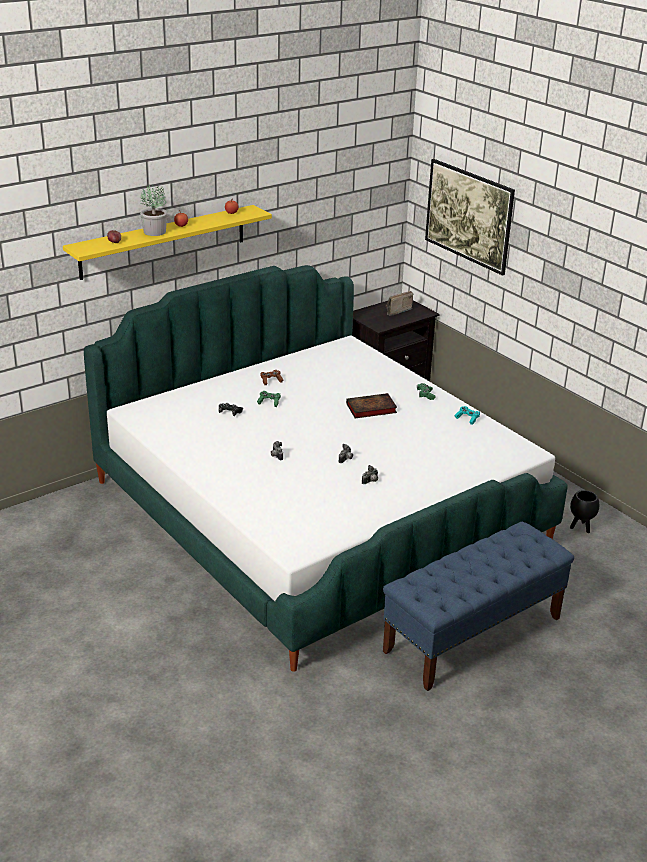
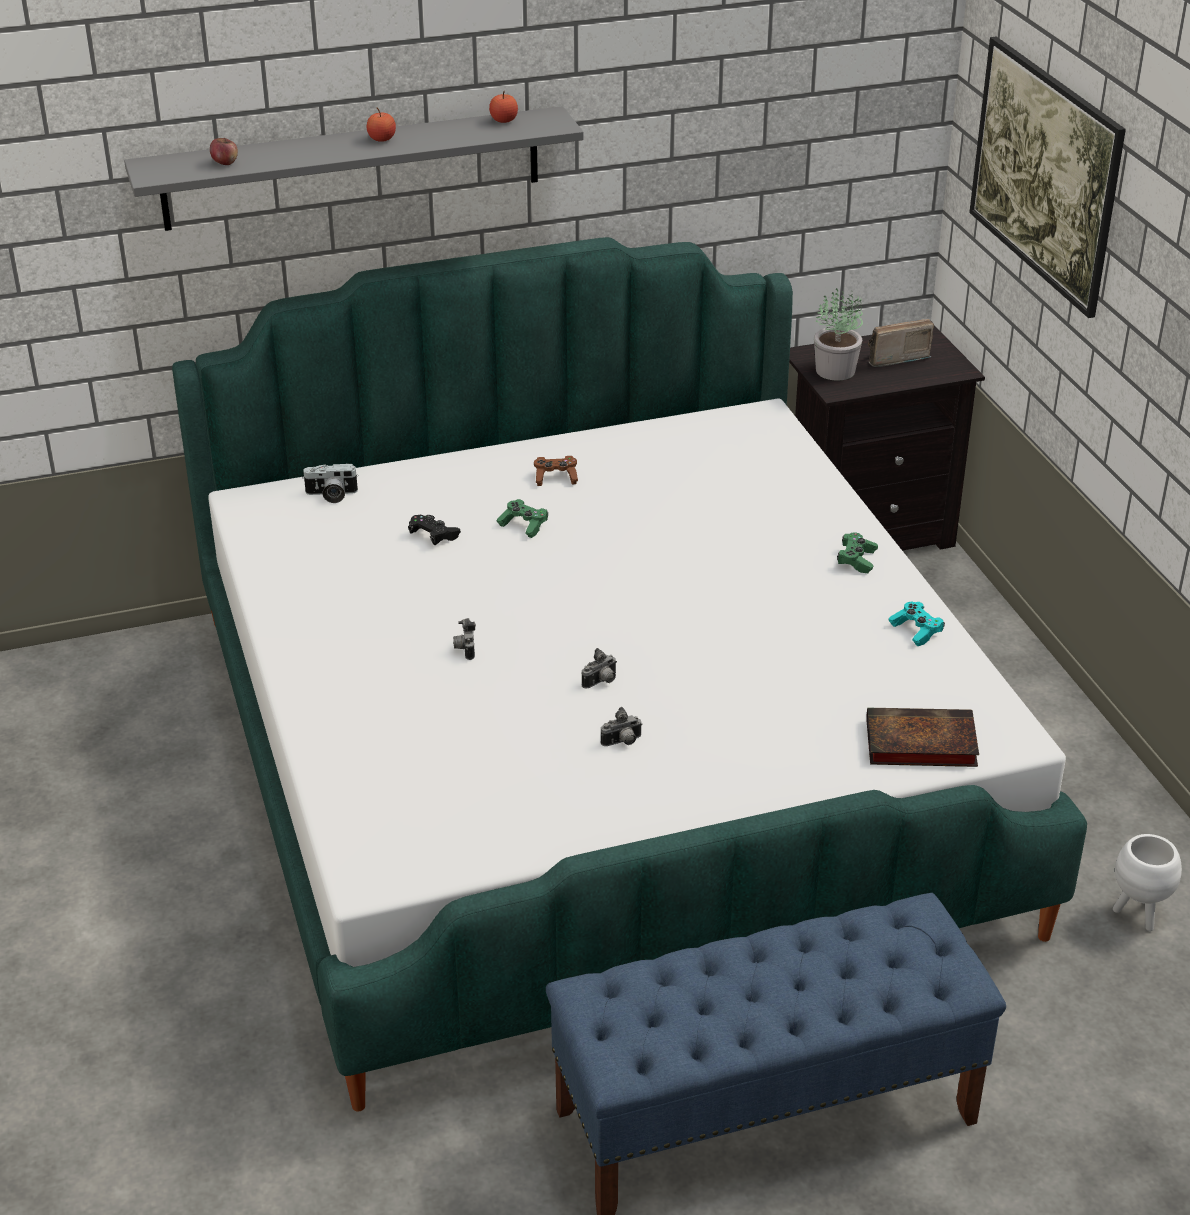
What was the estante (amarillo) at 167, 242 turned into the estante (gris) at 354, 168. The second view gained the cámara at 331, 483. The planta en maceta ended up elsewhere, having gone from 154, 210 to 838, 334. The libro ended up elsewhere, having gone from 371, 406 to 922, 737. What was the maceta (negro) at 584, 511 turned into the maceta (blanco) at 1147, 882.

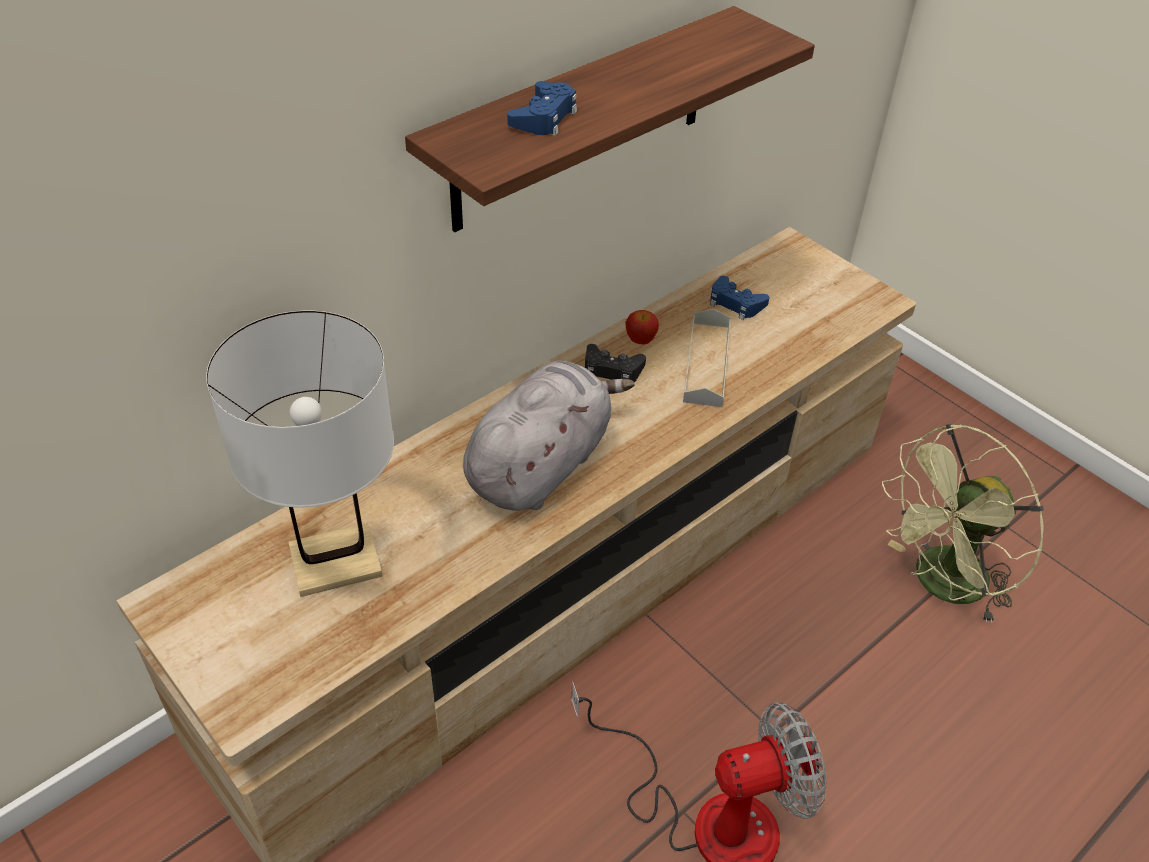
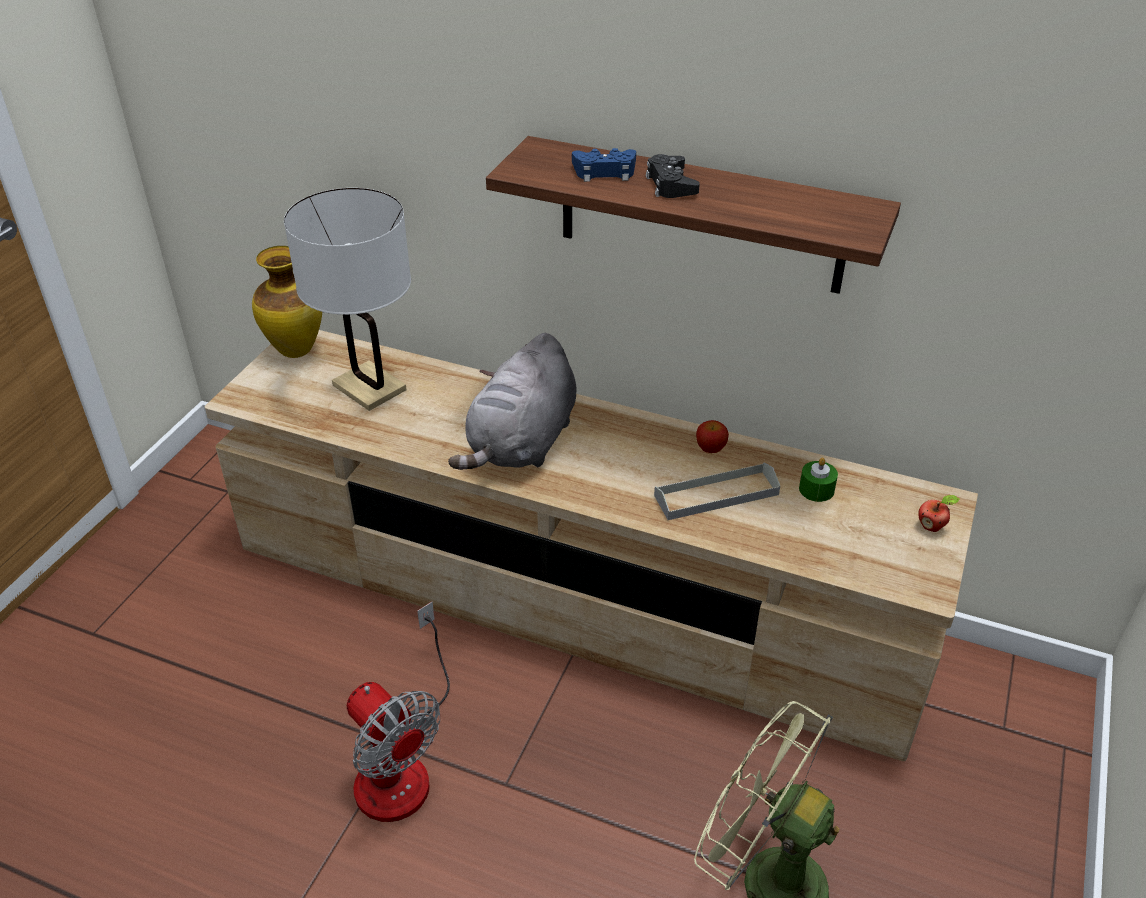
The second view gained the florero at 287, 302. The peluche (gris) at 549, 436 ended up facing another way, 105 degrees clockwise from before. The mando de consola (negro) ended up elsewhere, having gone from 615, 363 to 673, 176. Where the mando de consola (azul) stood at 739, 298, the vela (verde) came to stand at 818, 479. The second view gained the manzana at 939, 513.

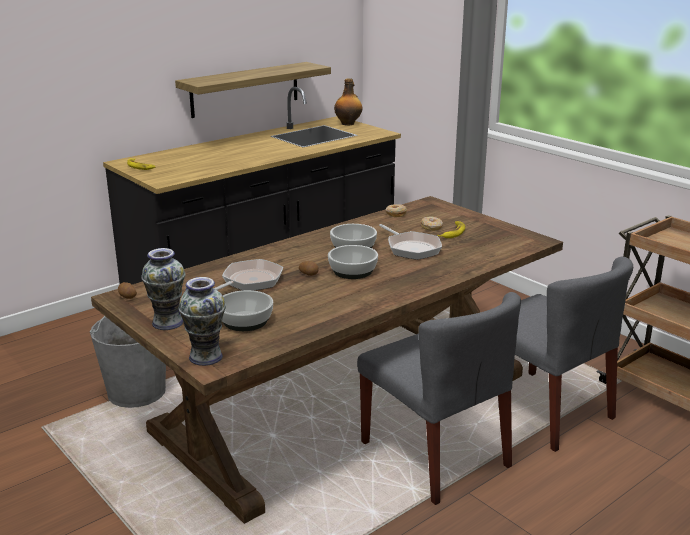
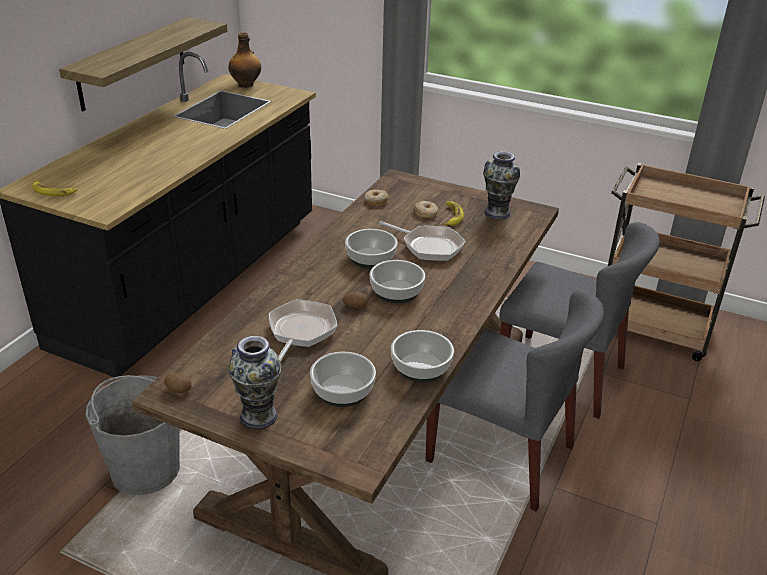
The second view gained the cuenco at 422, 356. The florero ended up elsewhere, having gone from 202, 321 to 501, 185.

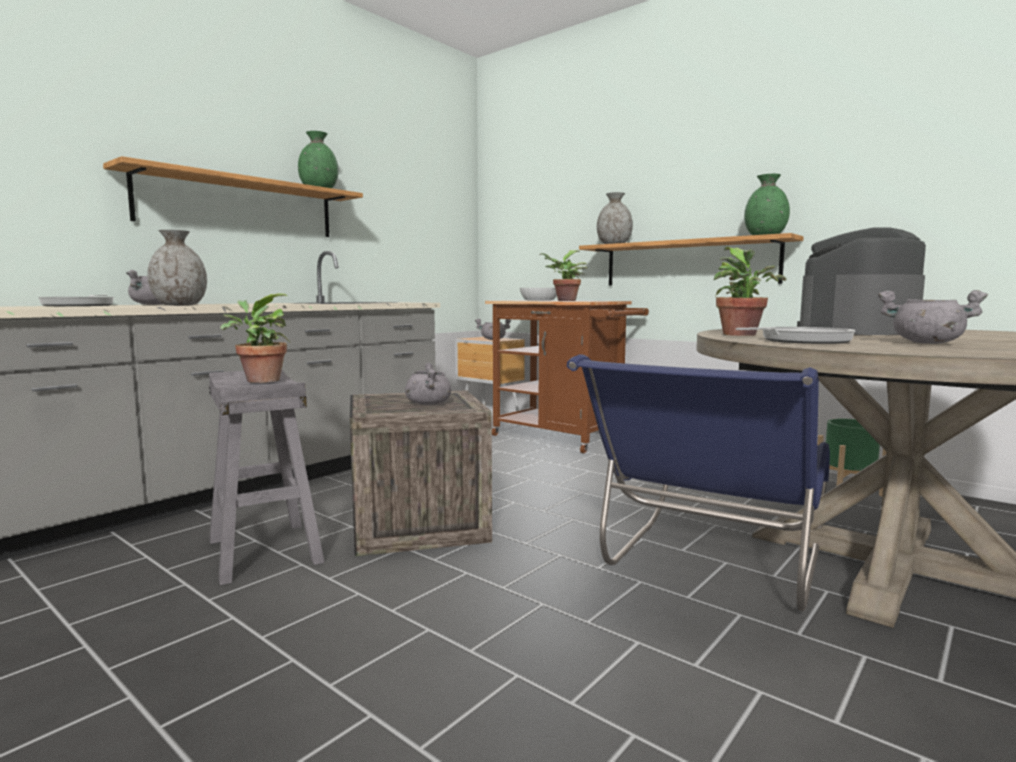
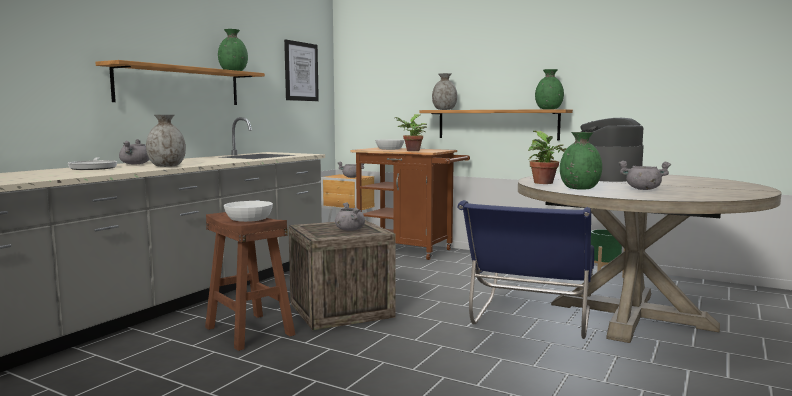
What was the taburete (gris) at 267, 477 turned into the taburete (marrón) at 250, 281. Where the planta en maceta stood at 255, 338, the cuenco (blanco) came to stand at 248, 211. The second view gained the cuadro at 301, 70. Where the sartén stood at 795, 335, the florero (verde) came to stand at 581, 161.

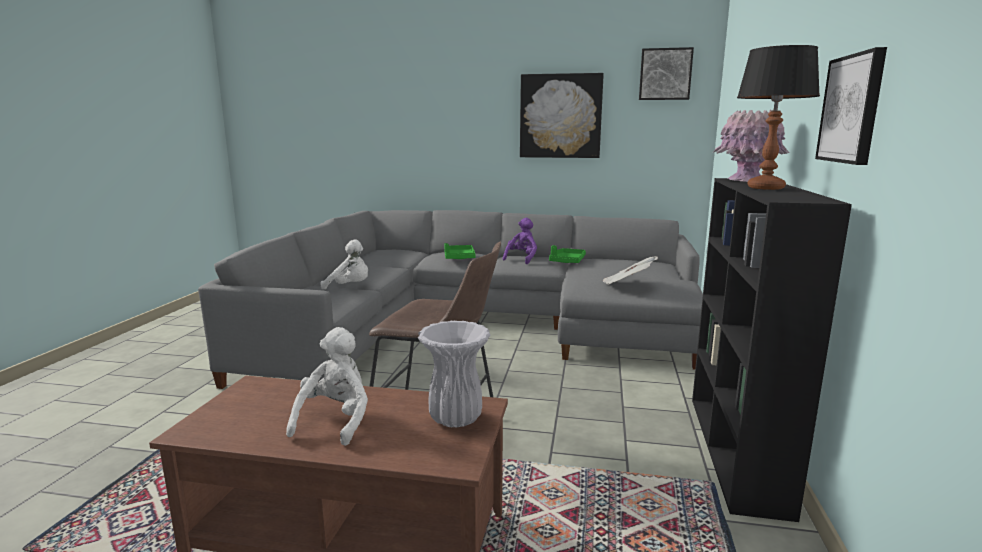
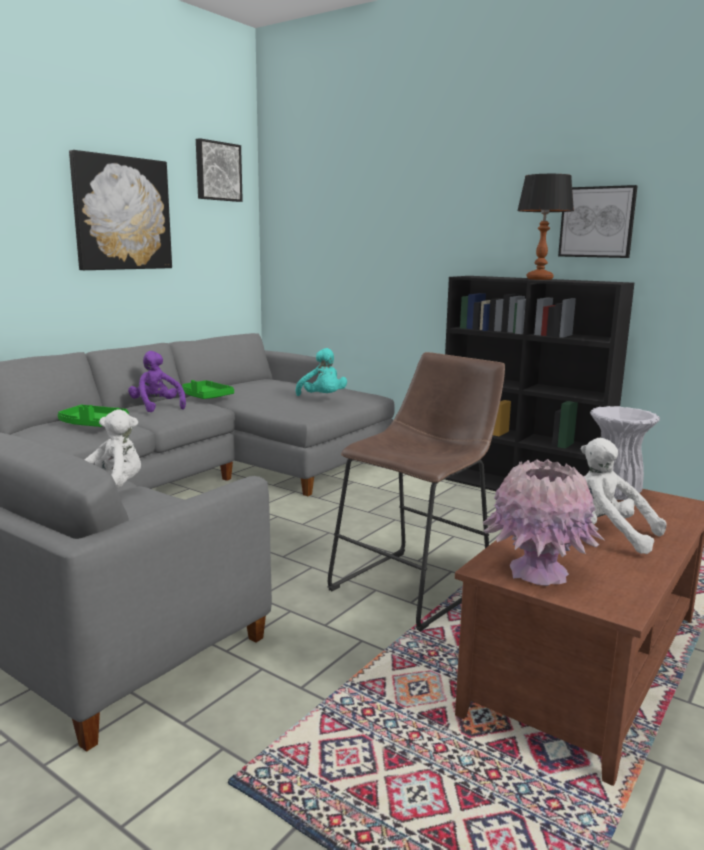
Where the periódico stood at 630, 270, the peluche (turquesa) came to stand at 321, 372. The florero (rosa) ended up elsewhere, having gone from 751, 146 to 543, 522.

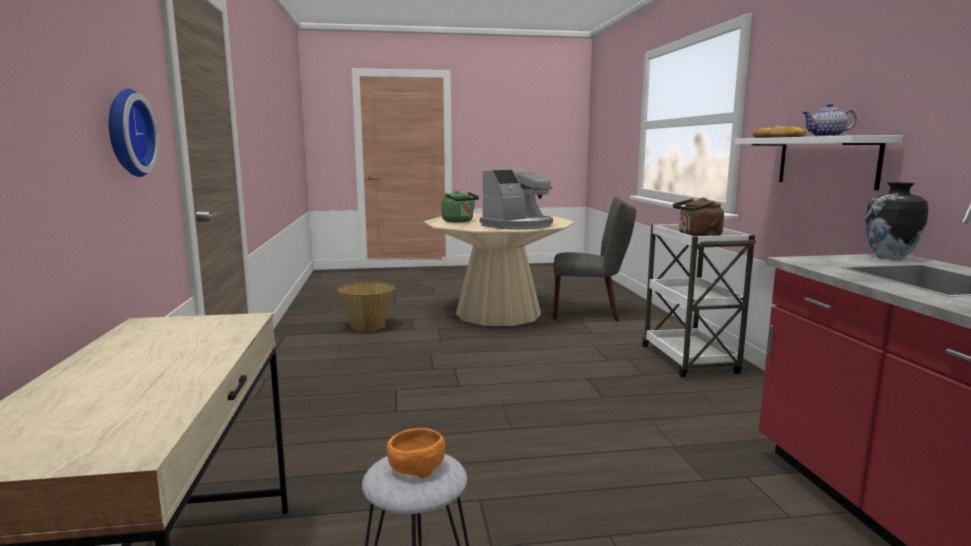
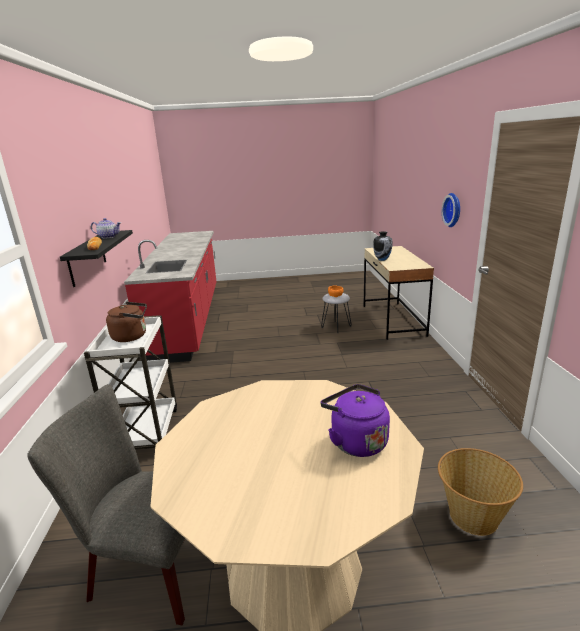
What was the estante (blanco) at 819, 162 turned into the estante (negro) at 96, 258. What was the hervidor (verde) at 460, 206 turned into the hervidor (morado) at 355, 420. The florero ended up elsewhere, having gone from 897, 221 to 383, 246. The second view lost the cafetera at 516, 199.

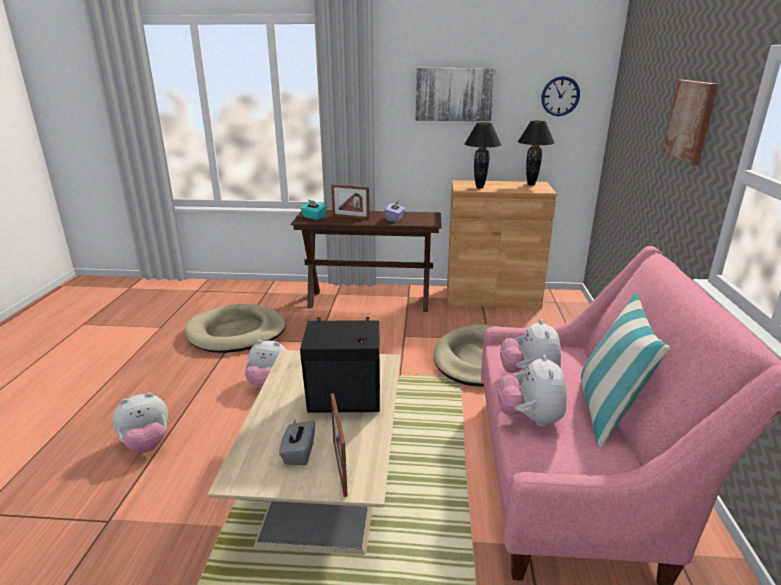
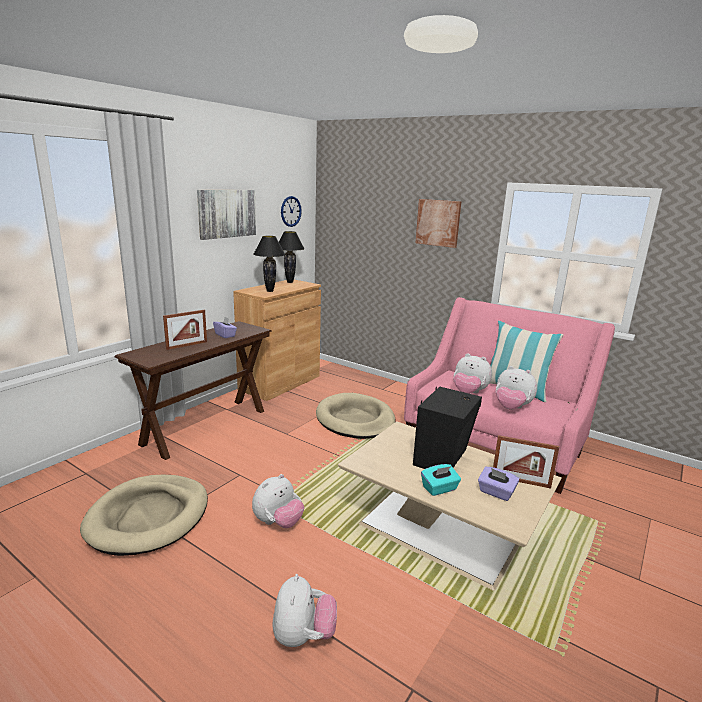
The caja de pañuelos (turquesa) ended up elsewhere, having gone from 314, 210 to 441, 480. What was the caja de pañuelos (gris) at 297, 442 turned into the caja de pañuelos (morado) at 498, 484.

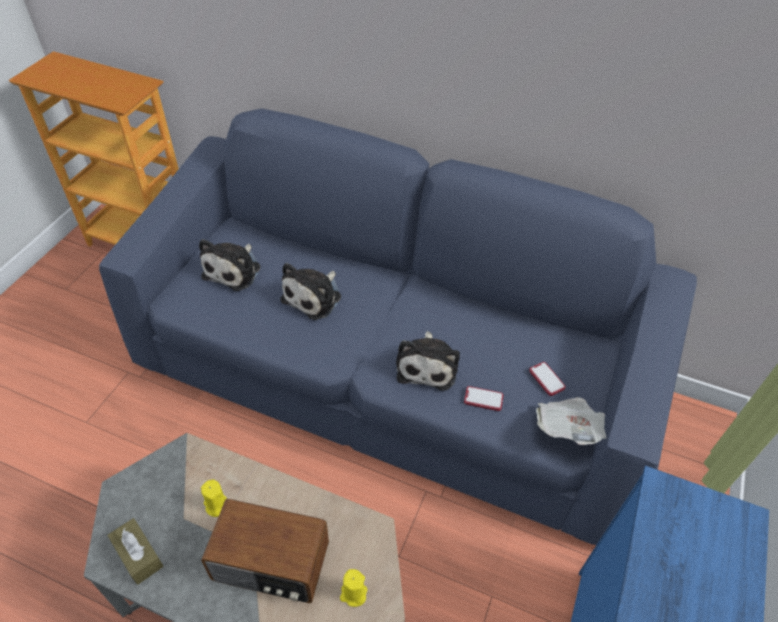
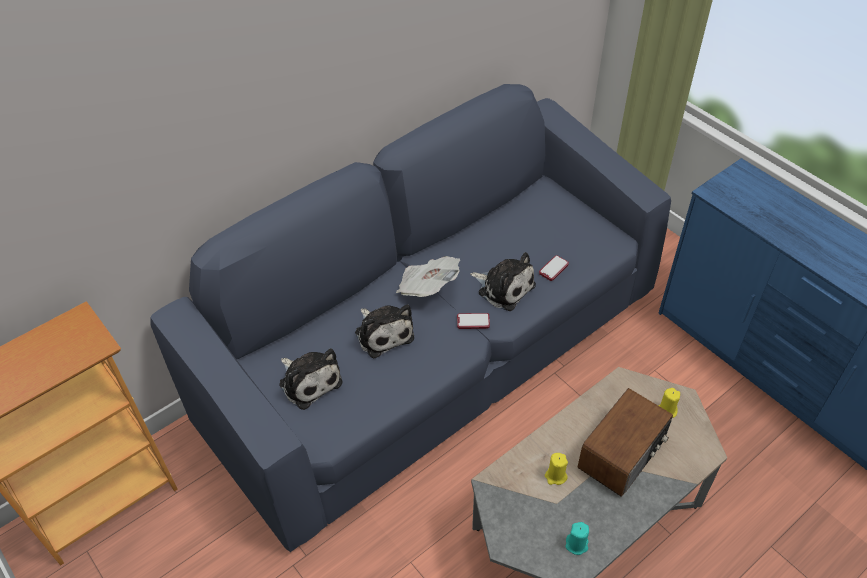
The periódico ended up elsewhere, having gone from 571, 421 to 428, 276. The móvil ended up elsewhere, having gone from 547, 379 to 473, 321. Where the caja de pañuelos (marrón) stood at 135, 551, the vela (turquesa) came to stand at 577, 538.

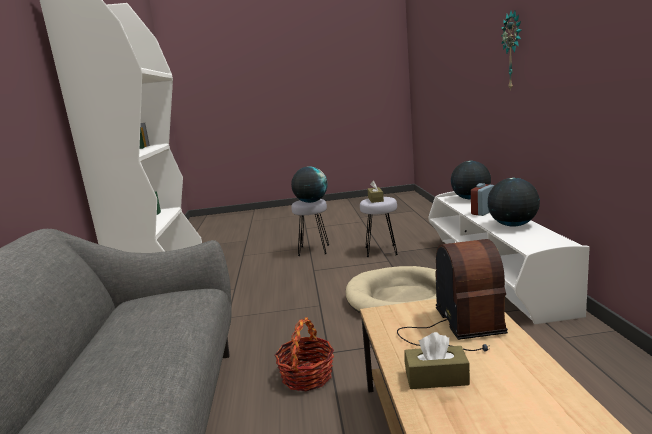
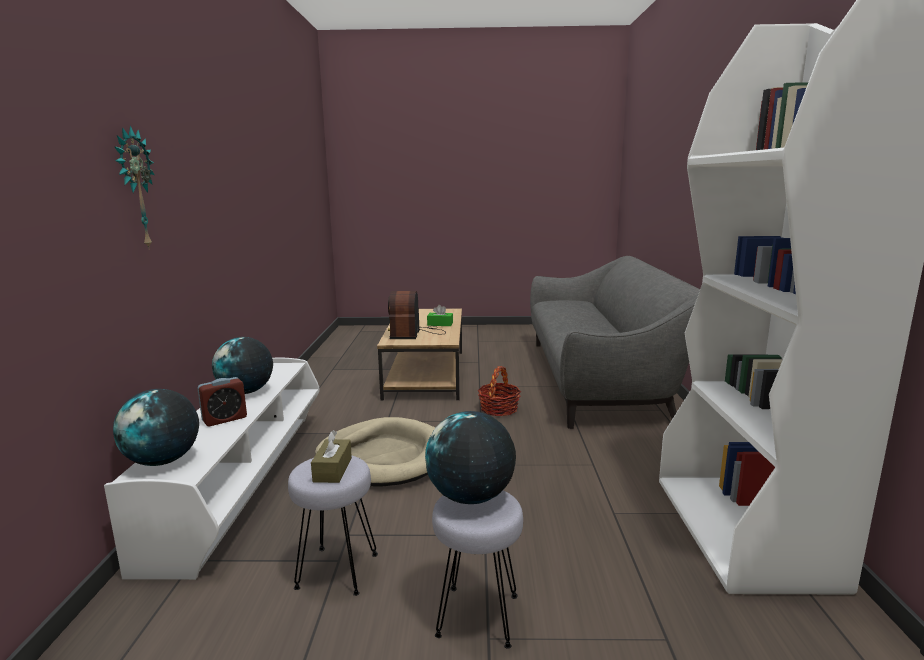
What was the caja de pañuelos (marrón) at 437, 360 turned into the caja de pañuelos (verde) at 440, 315.

